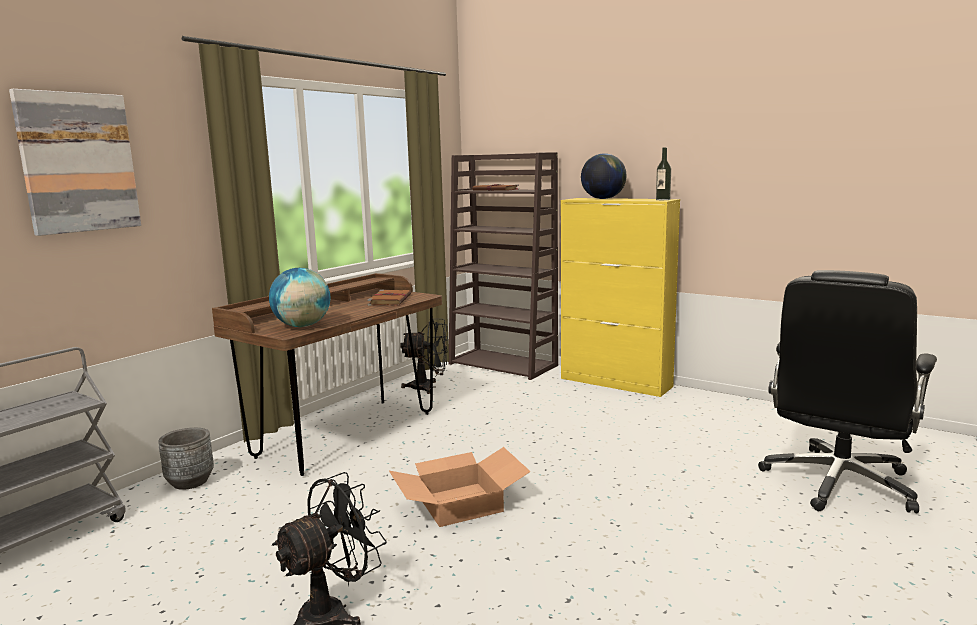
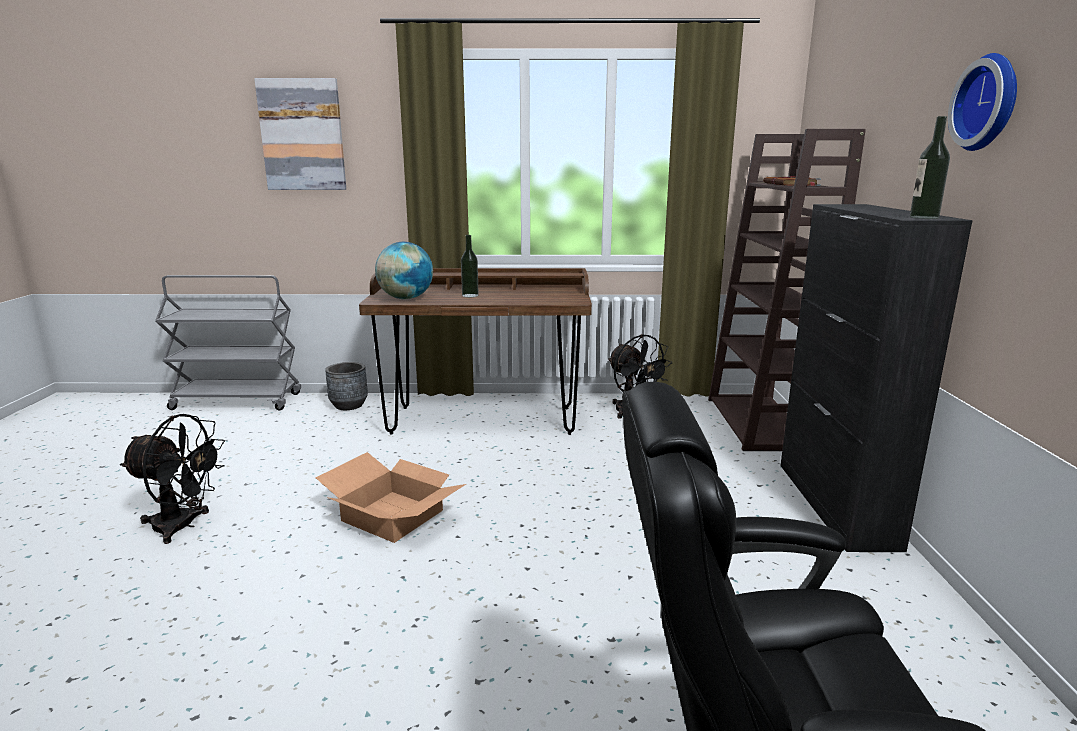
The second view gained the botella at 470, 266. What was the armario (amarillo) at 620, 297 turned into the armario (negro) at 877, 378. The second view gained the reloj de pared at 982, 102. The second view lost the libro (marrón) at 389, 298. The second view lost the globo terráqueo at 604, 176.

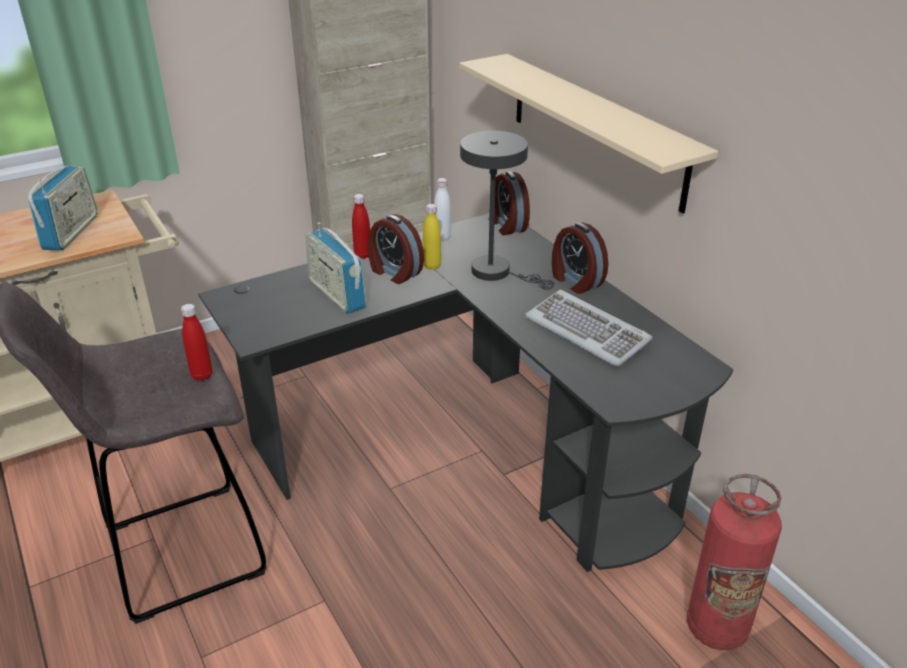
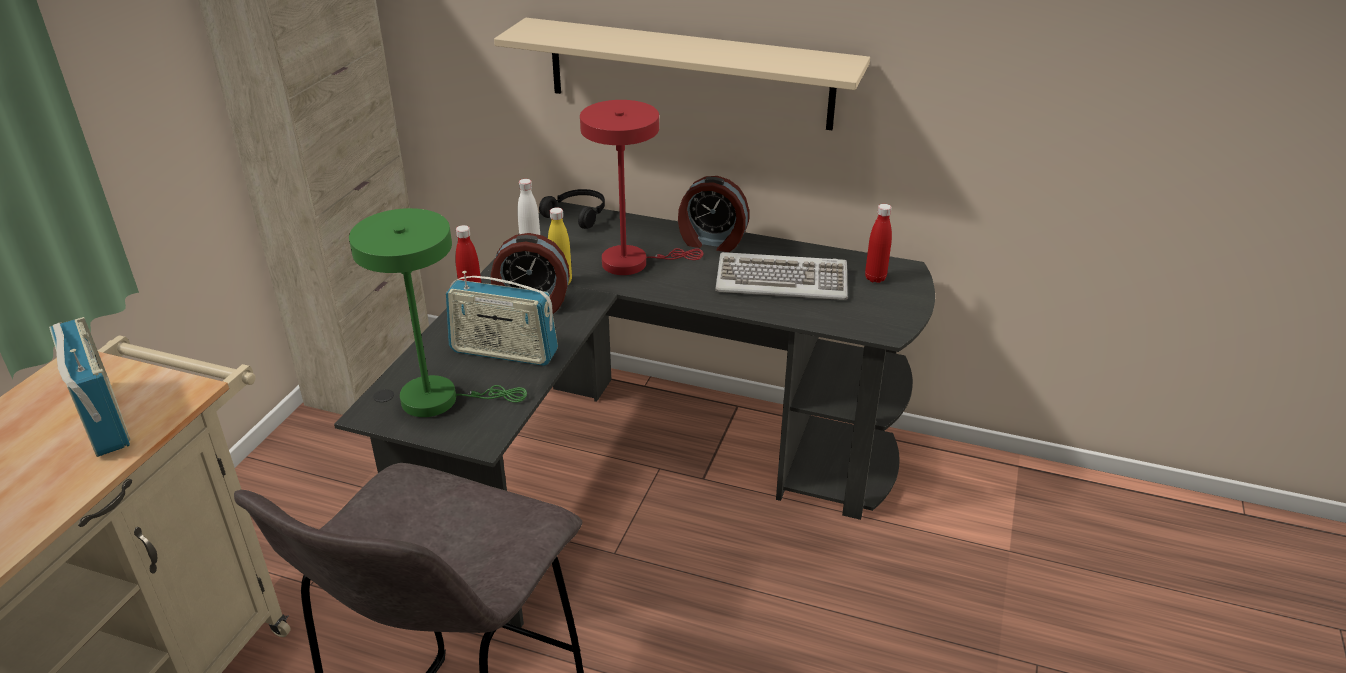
The second view gained the lámpara de mesa (verde) at 438, 312. Where the despertador stood at 512, 203, the auriculares (negro) came to stand at 572, 209. What was the lámpara de mesa (gris) at 507, 210 turned into the lámpara de mesa (rojo) at 642, 187. The botella (rojo) ended up elsewhere, having gone from 196, 342 to 878, 243. The second view lost the extintor at 734, 562.

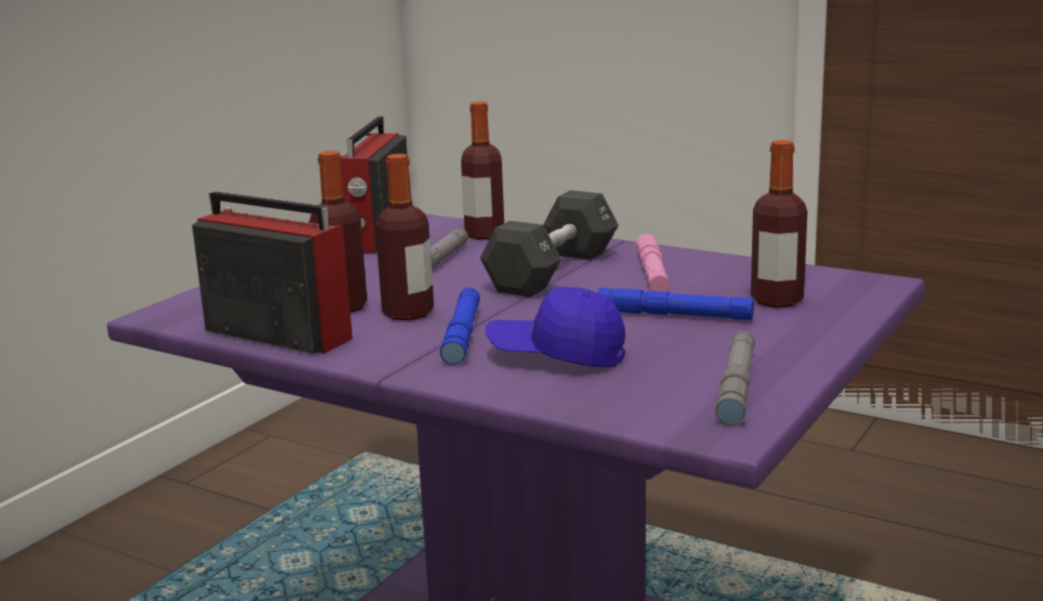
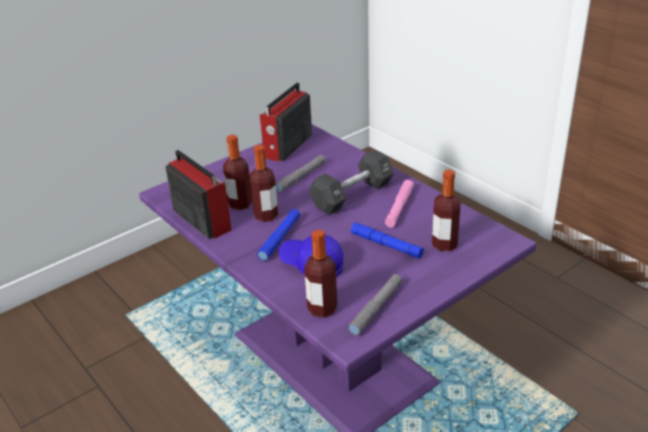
The botella ended up elsewhere, having gone from 482, 170 to 320, 274.

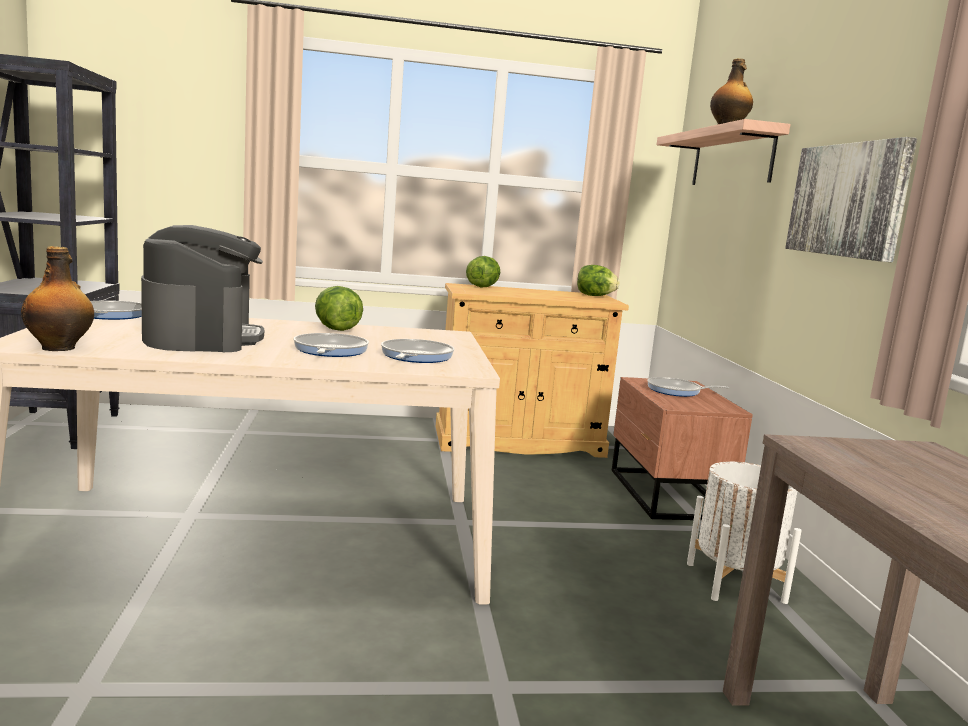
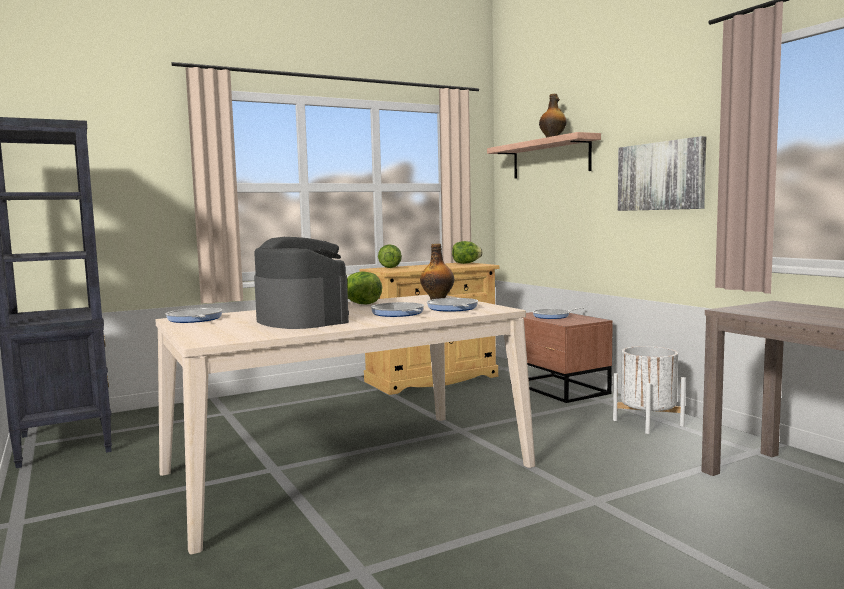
The botella ended up elsewhere, having gone from 57, 298 to 437, 272.

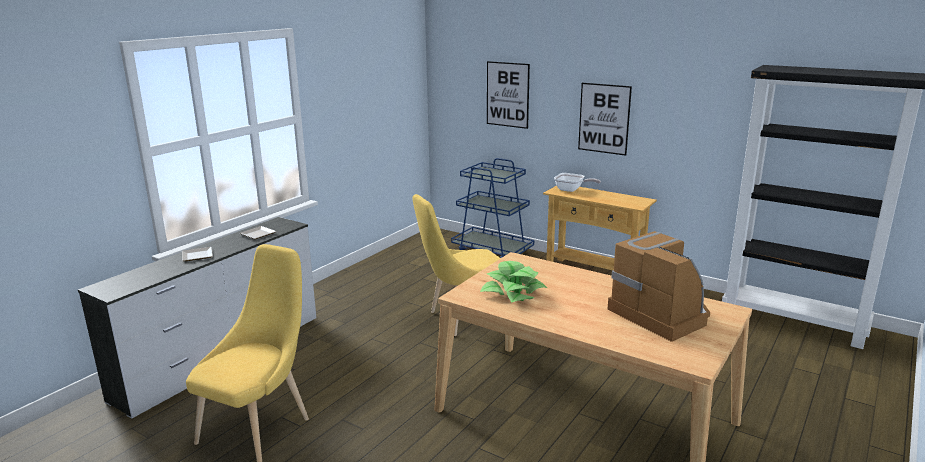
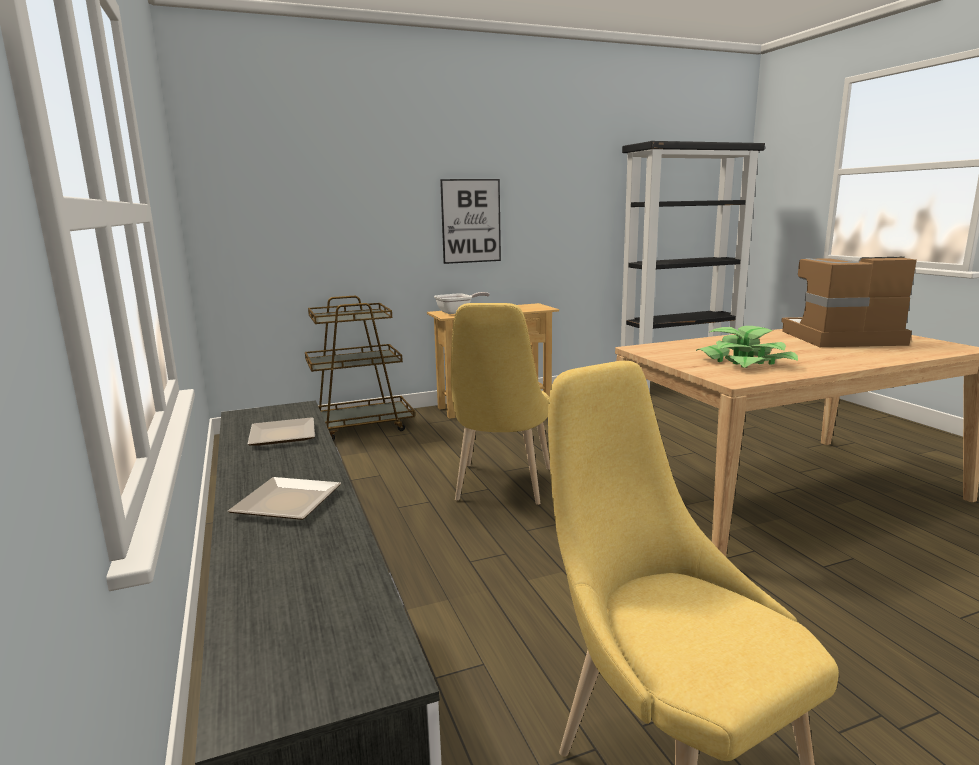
What was the carrito (azul) at 492, 208 turned into the carrito (marrón) at 360, 368. The second view lost the cuadro at 508, 95.

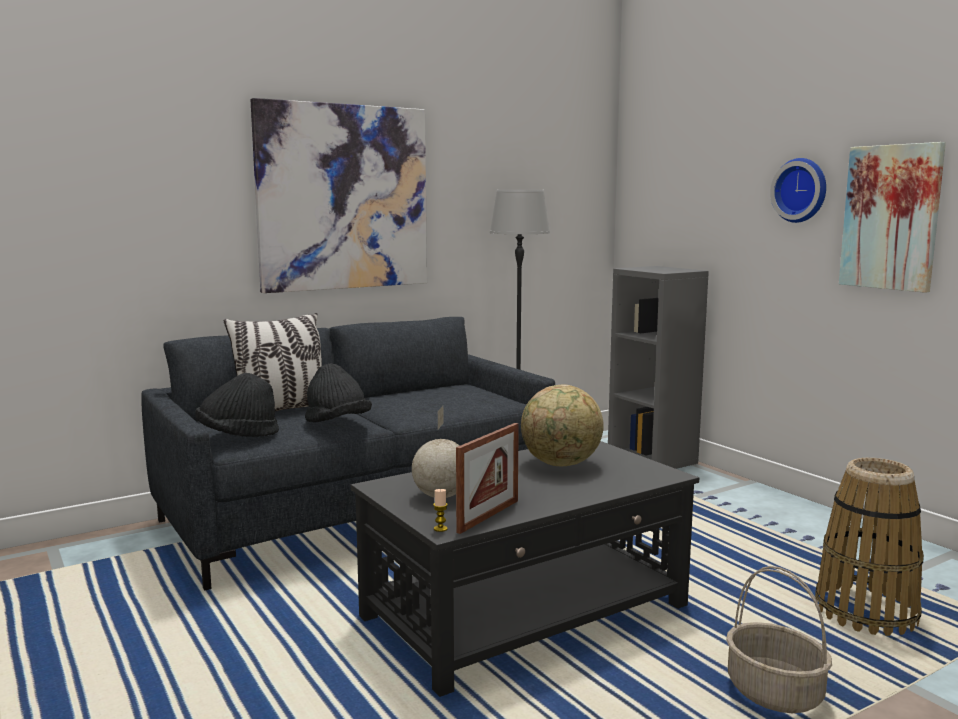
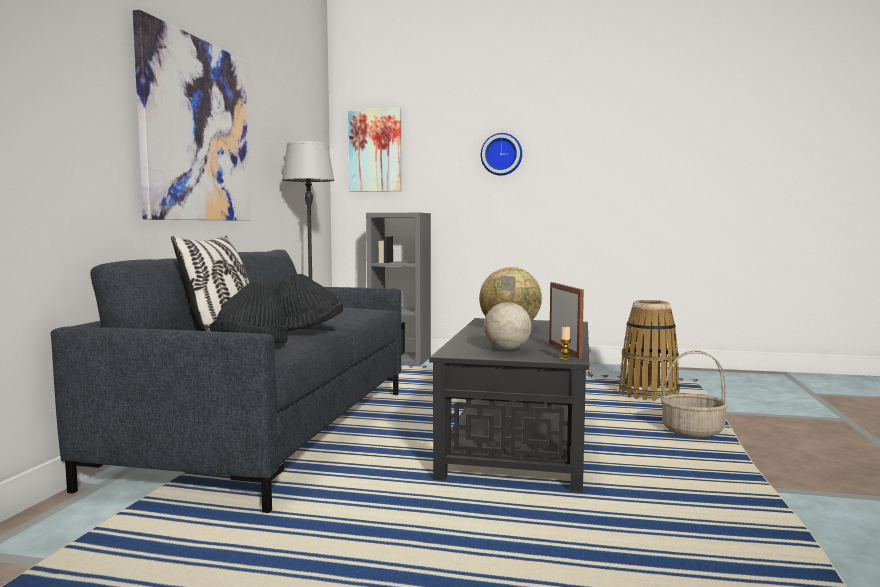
The cuadro ended up elsewhere, having gone from 892, 217 to 375, 149.

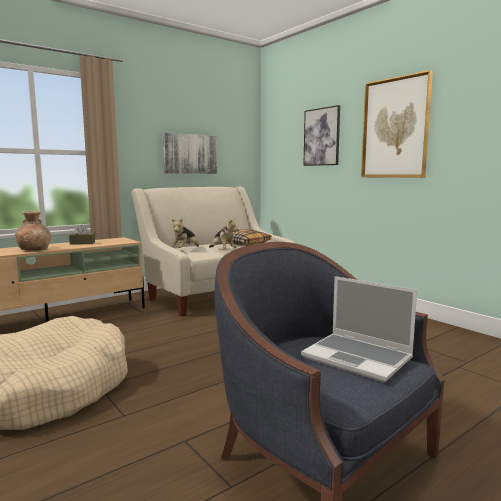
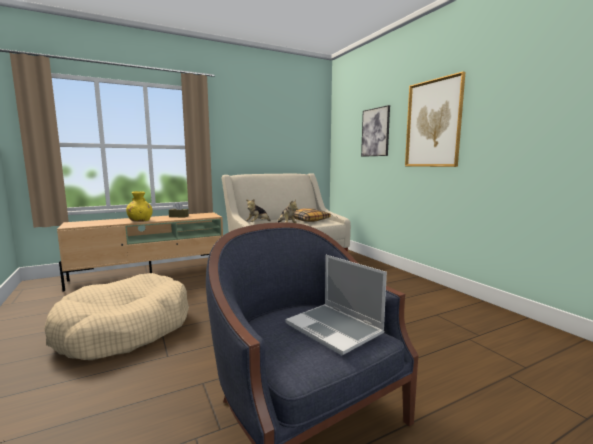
What was the florero (marrón) at 33, 231 turned into the florero (amarillo) at 139, 206. The second view lost the cuadro at 190, 153.

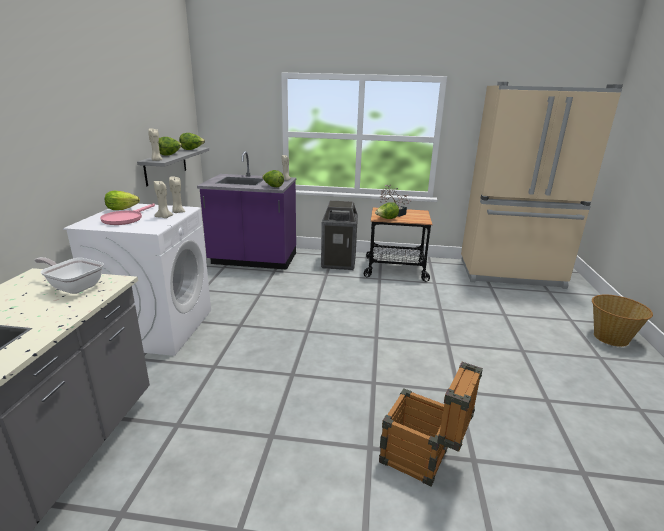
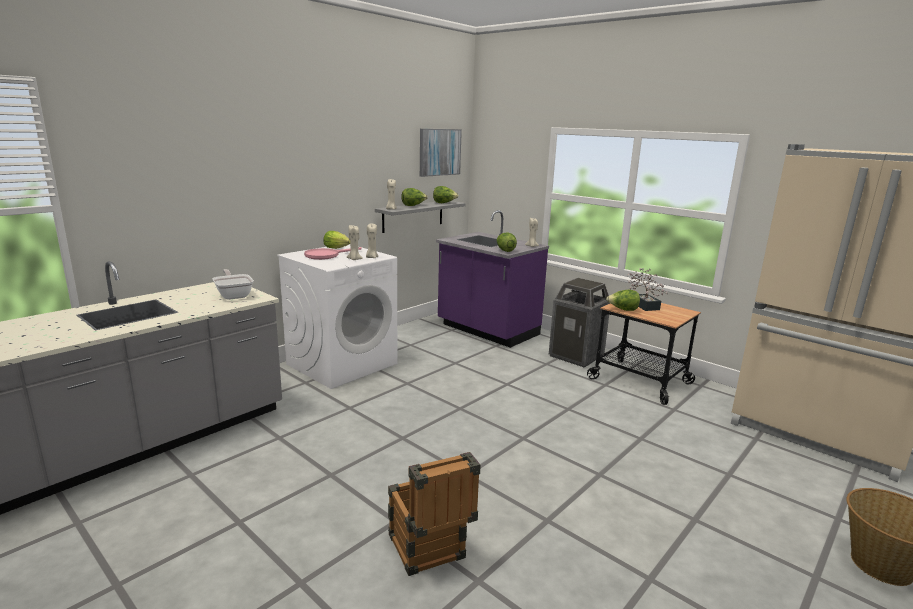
The second view gained the cuadro at 441, 153.

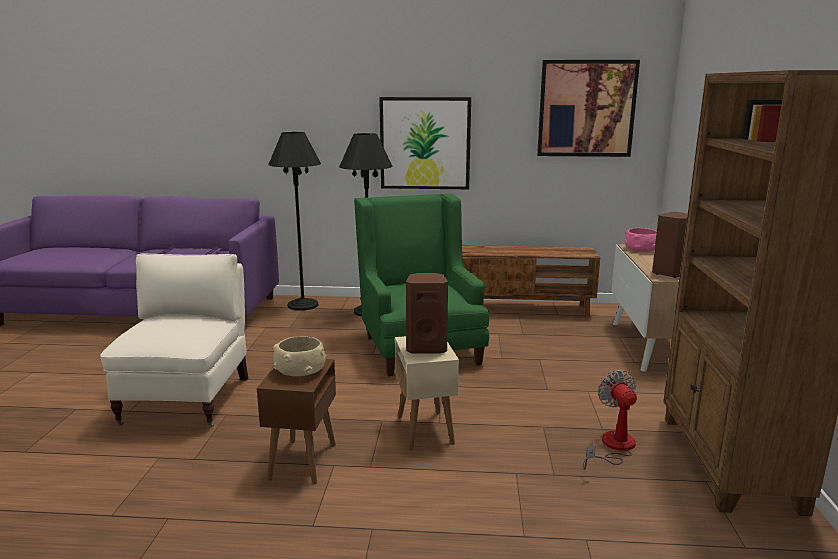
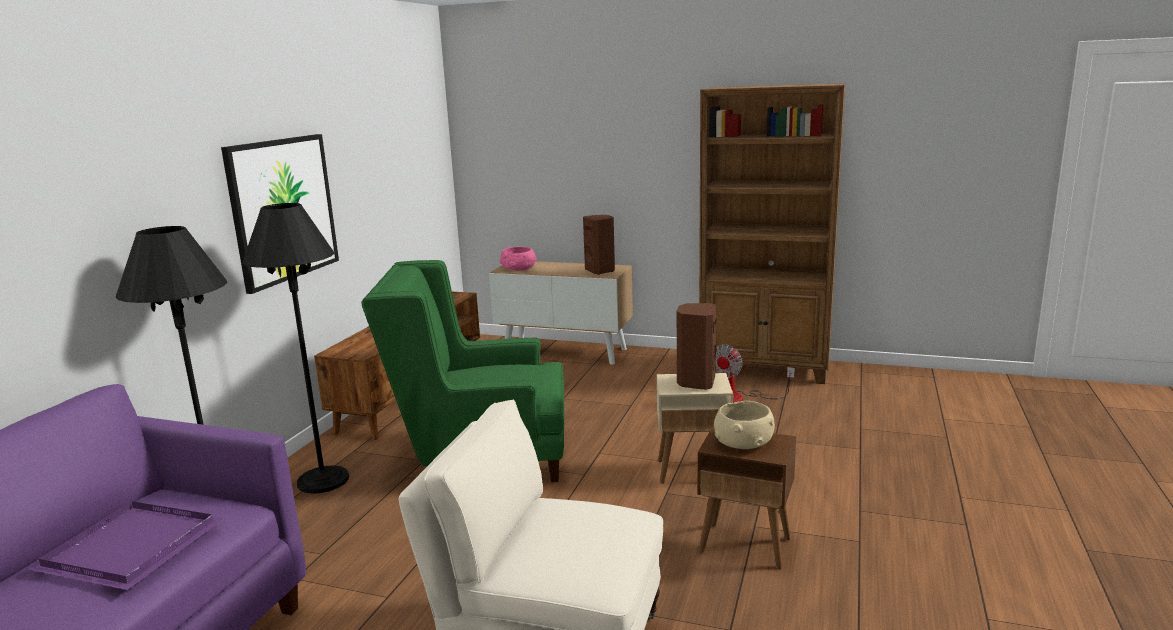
The ventilador at 610, 420 ended up facing another way, 60 degrees counterclockwise from before. The second view lost the cuadro at 588, 108.

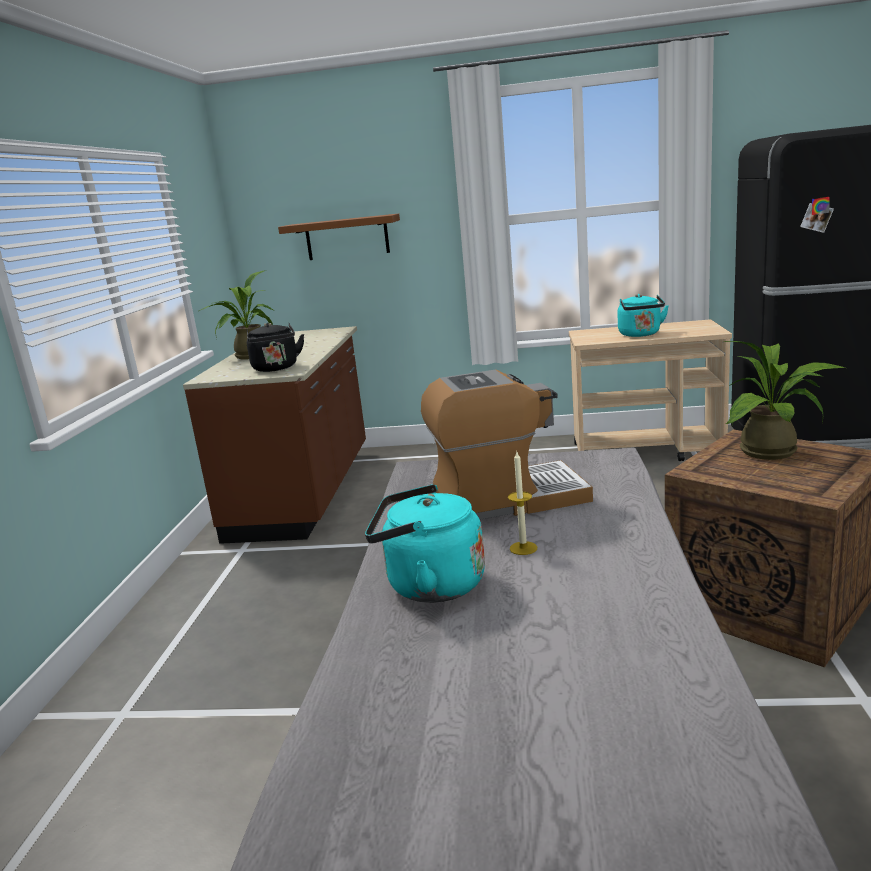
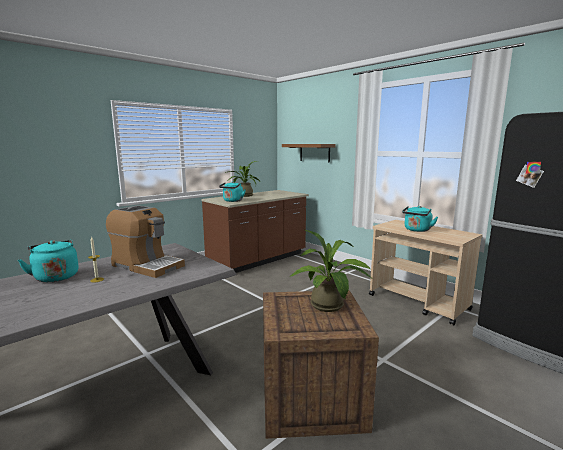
What was the hervidor (negro) at 275, 347 turned into the hervidor (turquesa) at 232, 191.

